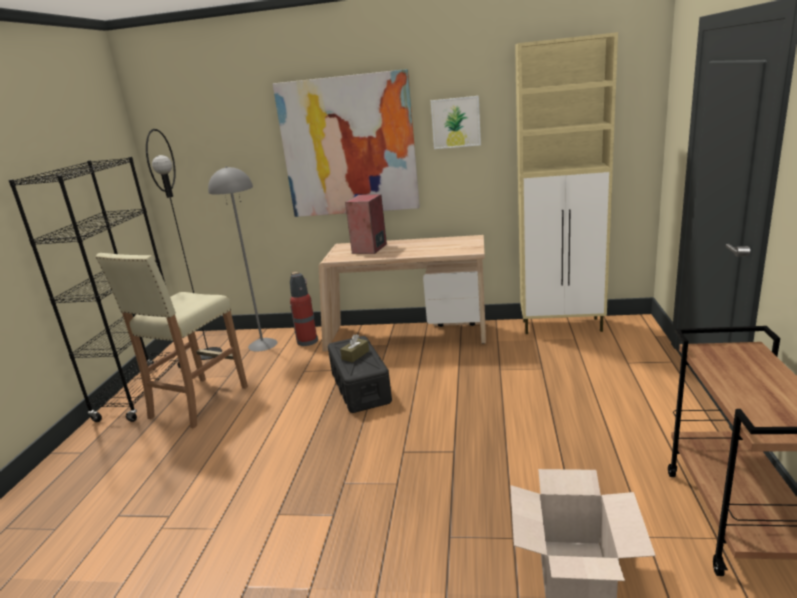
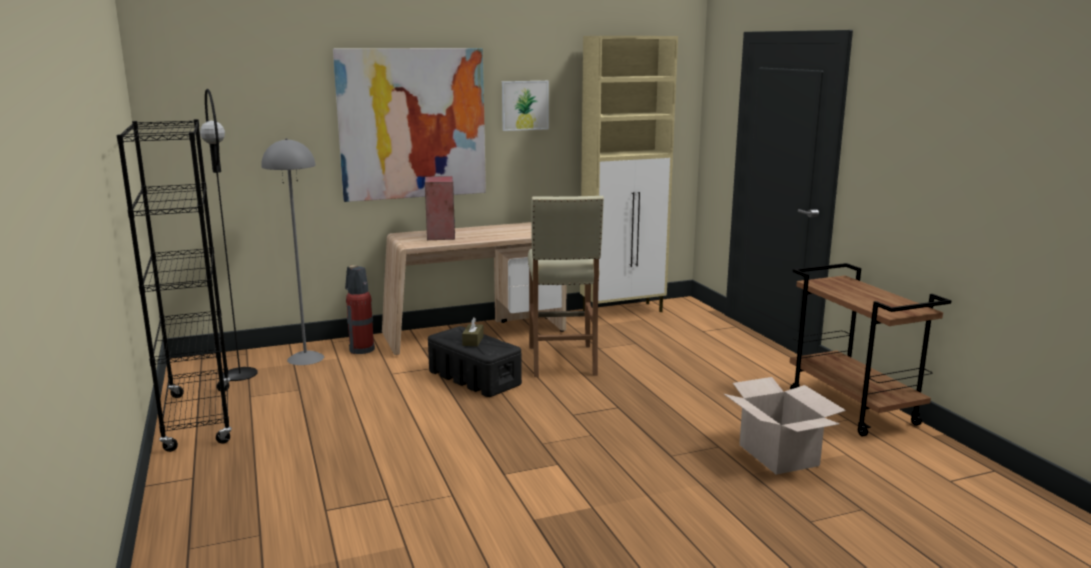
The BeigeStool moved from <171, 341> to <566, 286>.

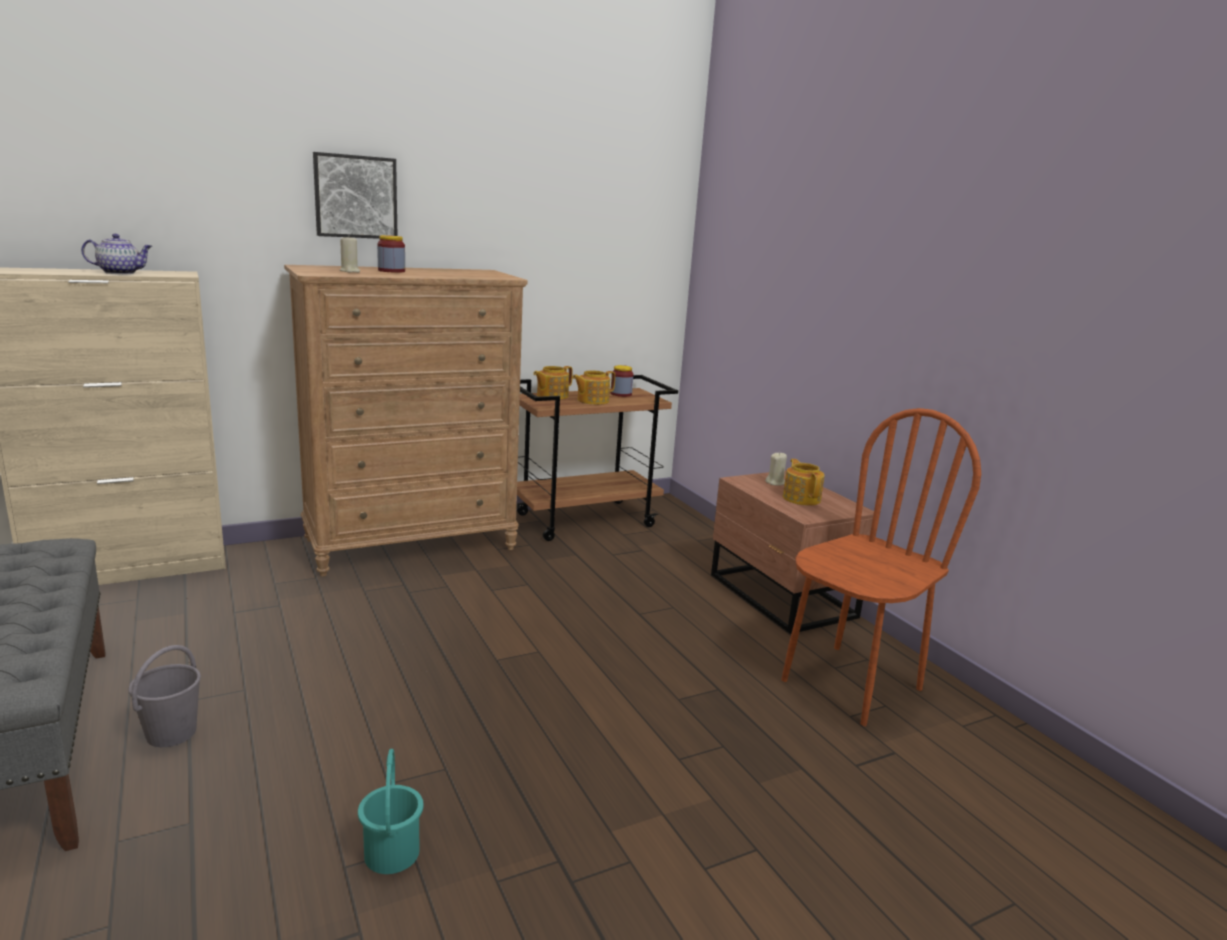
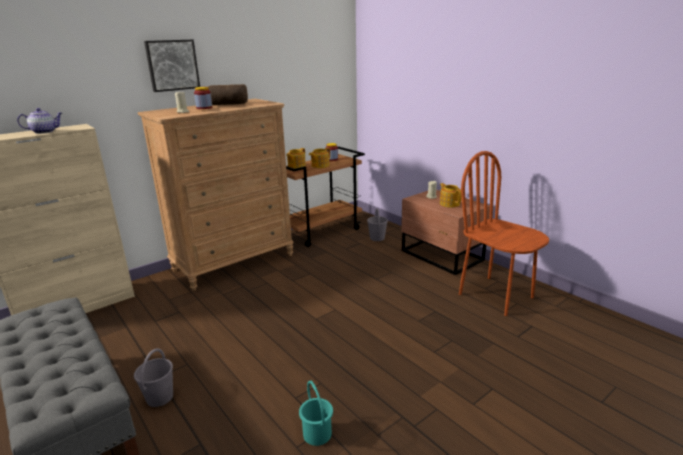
The BrownChair at <881, 567> turned 75 degrees counterclockwise. The Bread at <228, 94> appeared. The GreyBucket at <377, 224> appeared.

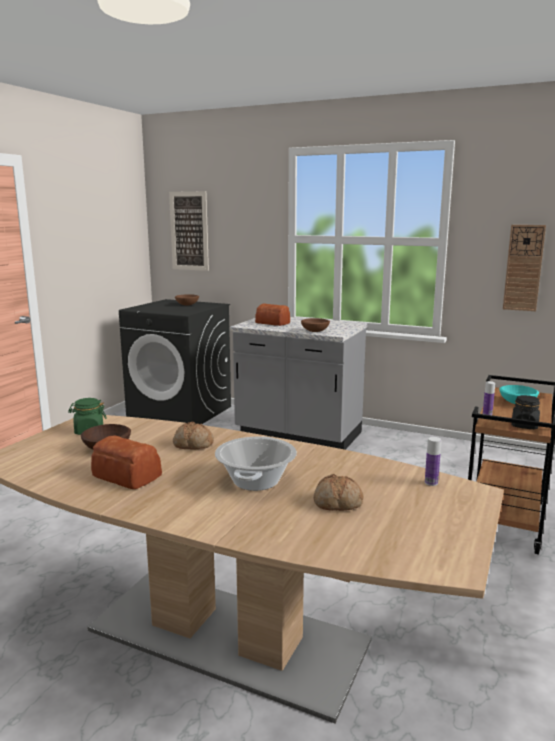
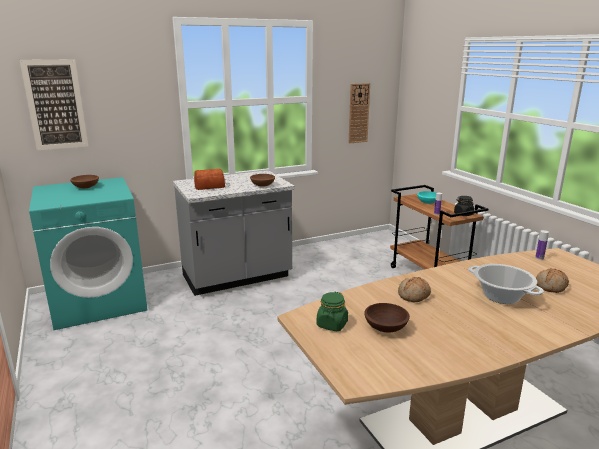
The BlackWashingMachine at <175, 361> became the TurquoiseWashingMachine at <88, 253>. The Bread at <126, 462> disappeared.

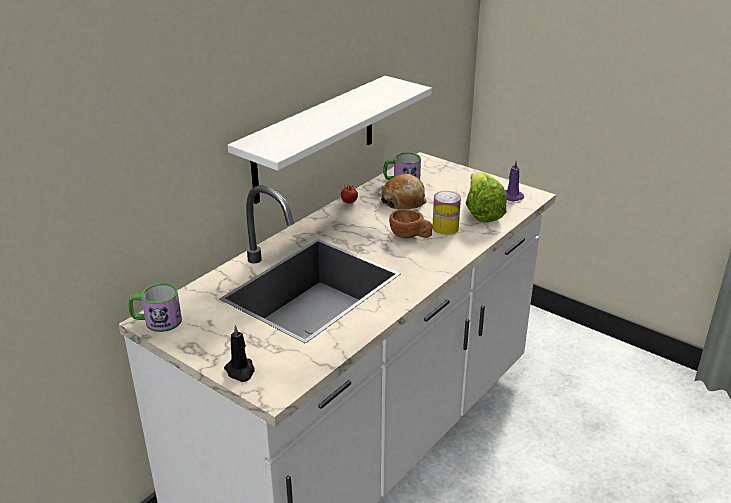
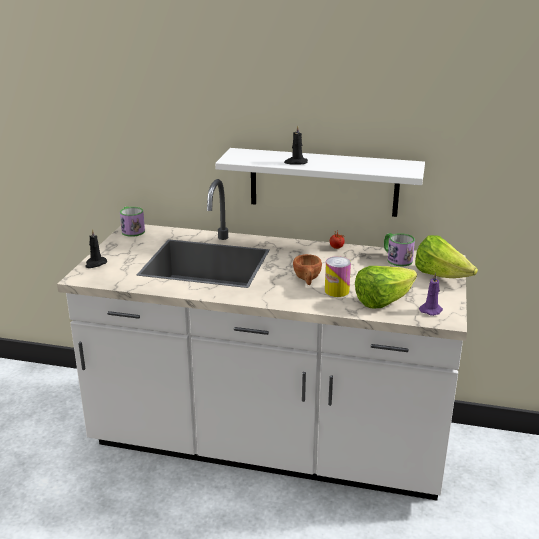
The Bread at <404, 191> disappeared. The BlackCandle at <296, 145> appeared. The Lettuce at <446, 256> appeared.

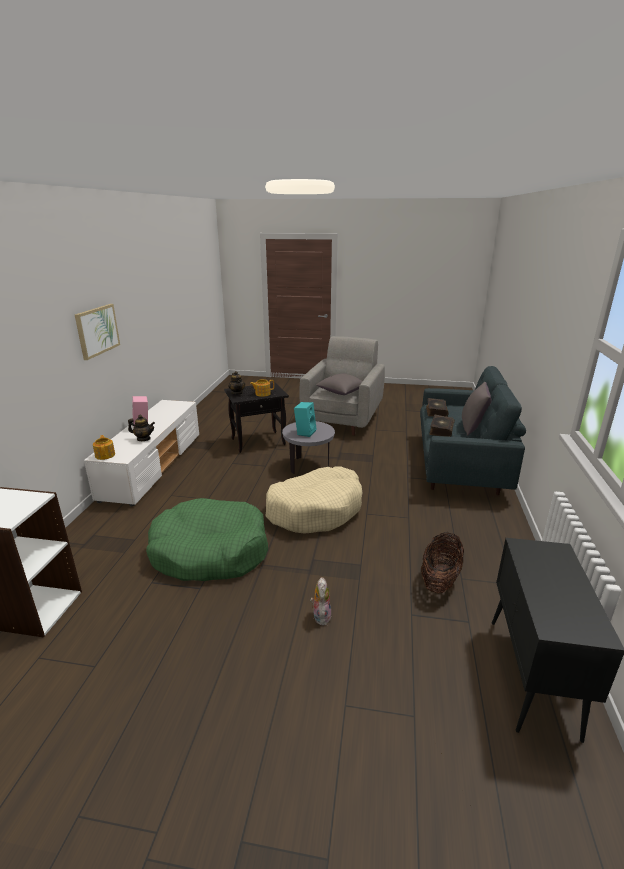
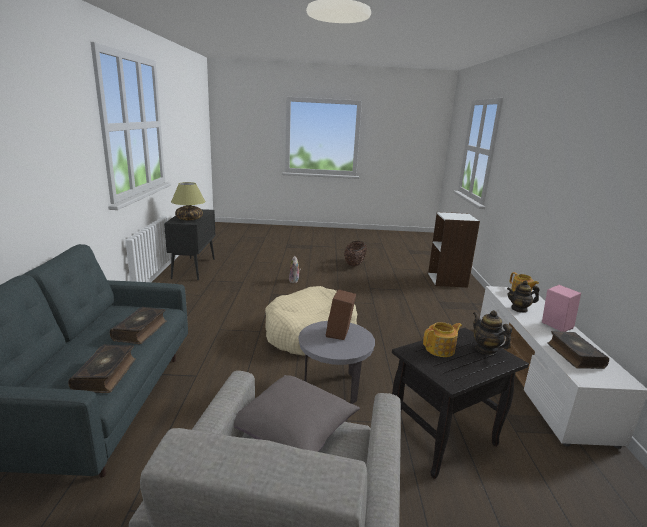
The Picture at <97, 332> disappeared. The GreyPillow at <476, 409> disappeared. The TurquoiseSpeaker at <305, 419> became the BrownSpeaker at <341, 314>. The GreenDogBed at <207, 539> disappeared. The Basket moved from <442, 562> to <355, 254>. The TableLamp at <188, 201> appeared. The Book at <578, 350> appeared.

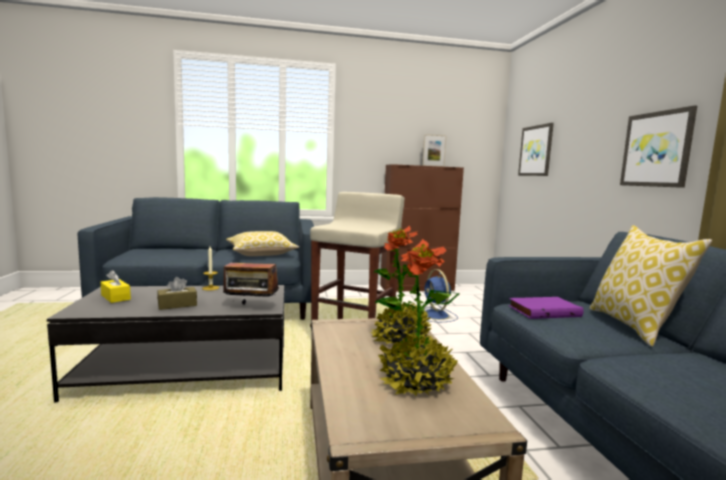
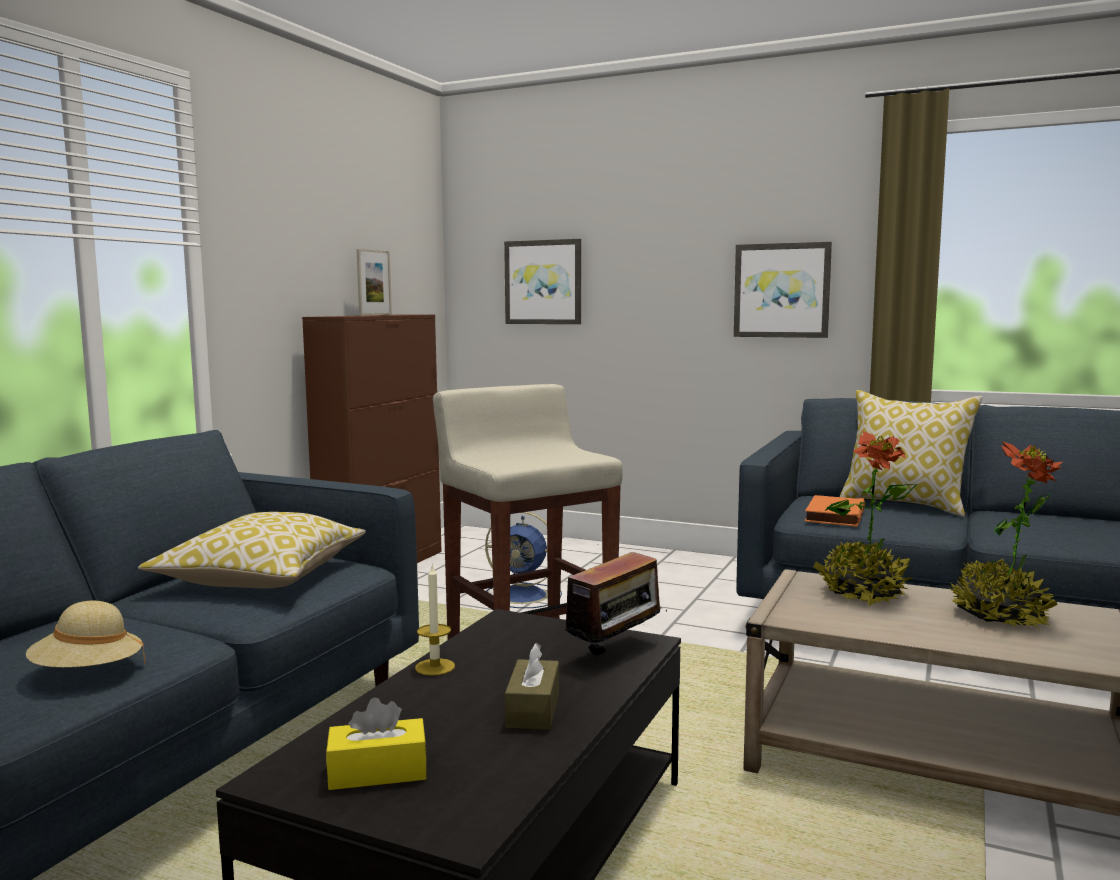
The PurpleBook at <546, 308> became the OrangeBook at <835, 511>. The BeigeHat at <85, 634> appeared.

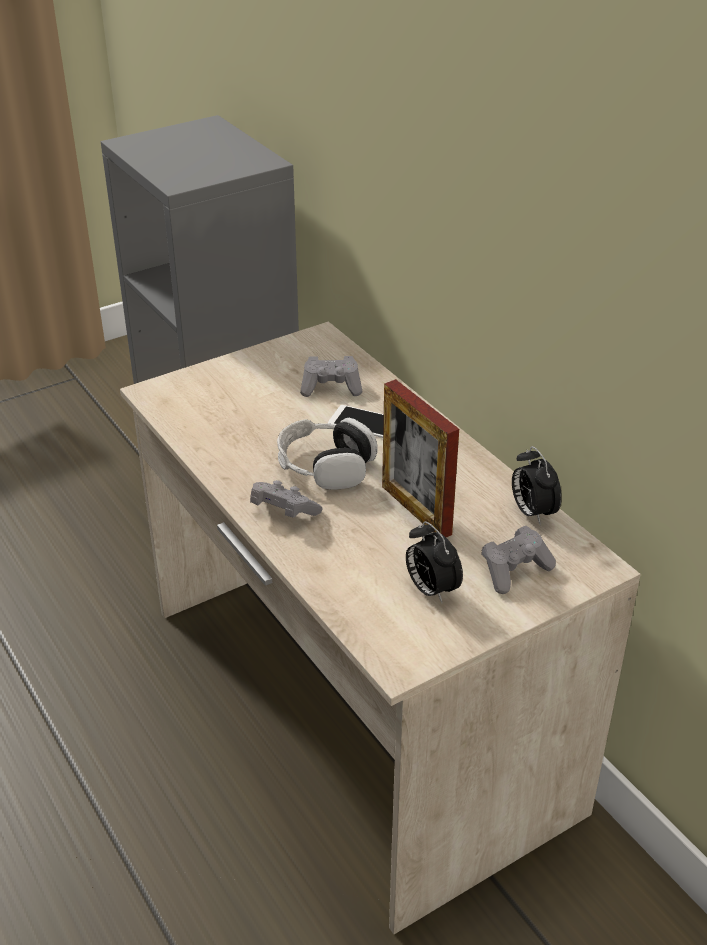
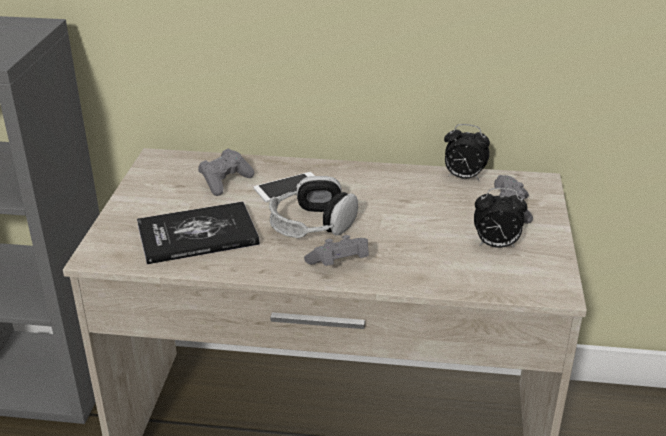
The PictureFrame at <420, 458> disappeared. The Book at <198, 233> appeared.

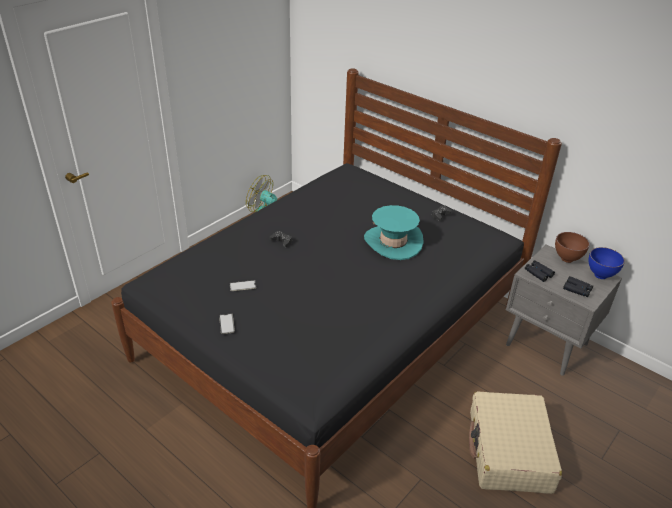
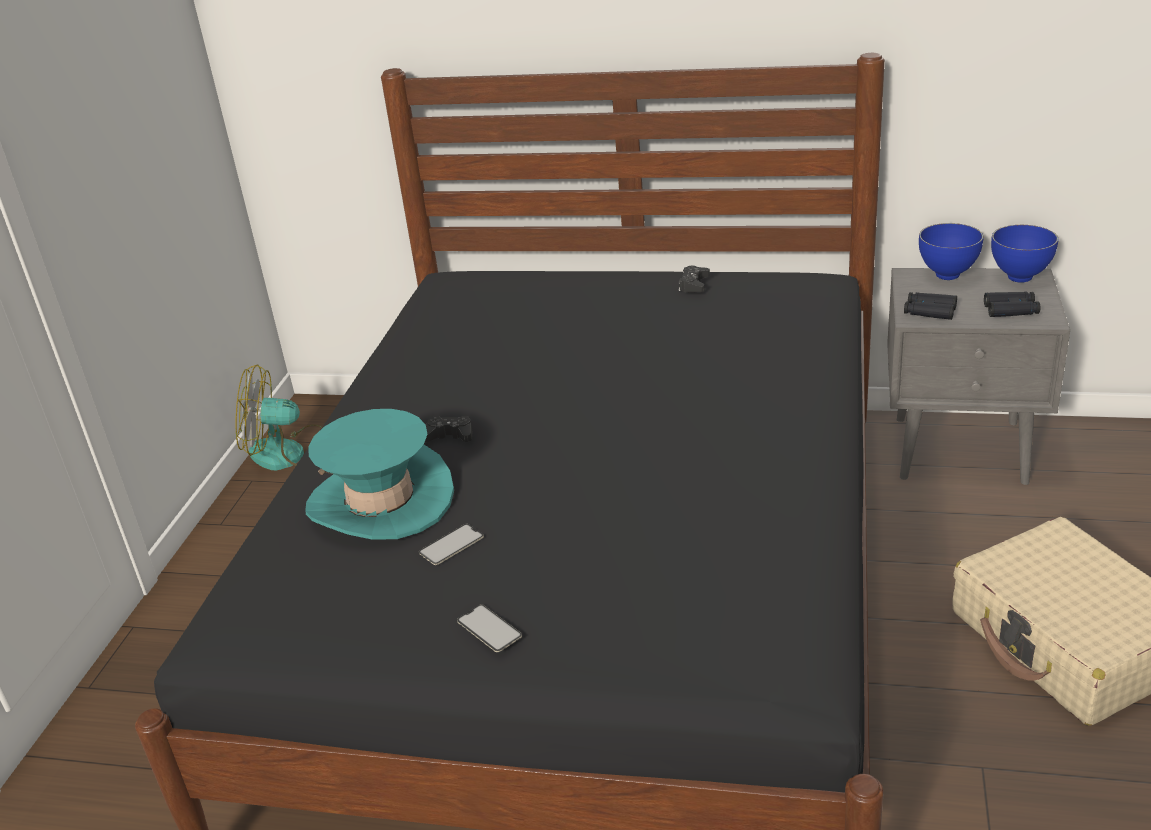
The TurquoiseHat moved from <394, 232> to <379, 474>. The BrownBowl at <572, 247> became the BlueBowl at <951, 251>.

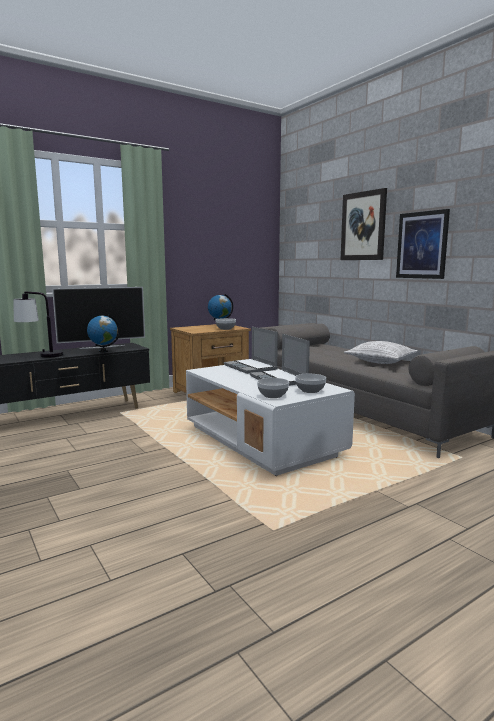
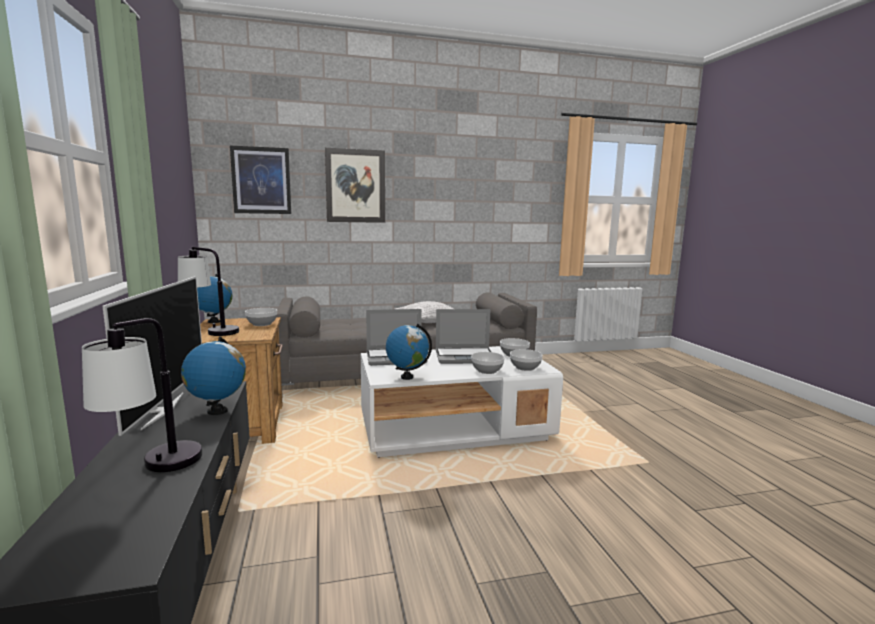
The Picture moved from <423, 244> to <260, 180>. The TableLamp at <208, 291> appeared. The Globe at <409, 352> appeared. The Bowl at <487, 363> appeared.

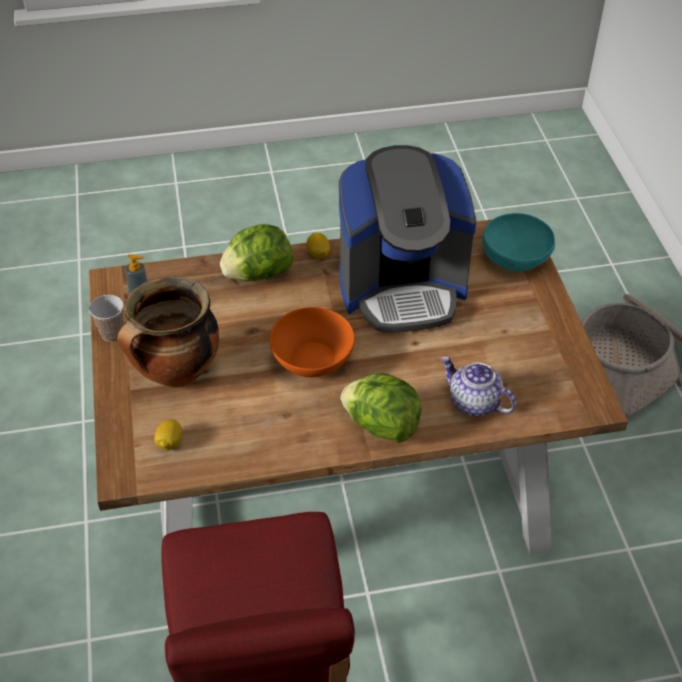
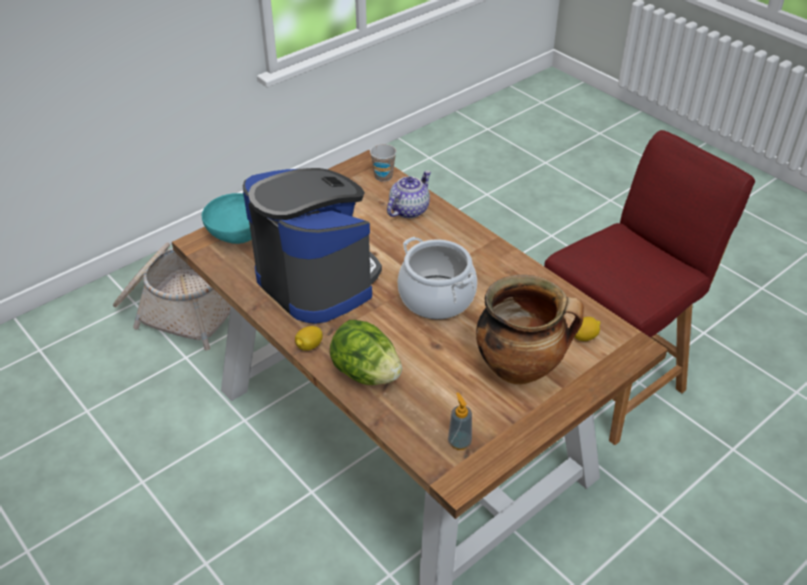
The Cup moved from <106, 318> to <383, 163>. The OrangeBowl at <312, 342> was replaced by the CookingPot at <437, 278>. The Teapot at <478, 386> turned 150 degrees counterclockwise. The Lettuce at <381, 408> disappeared.

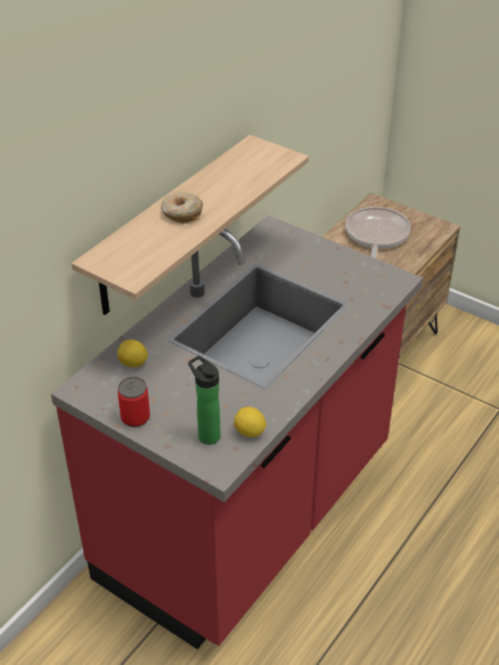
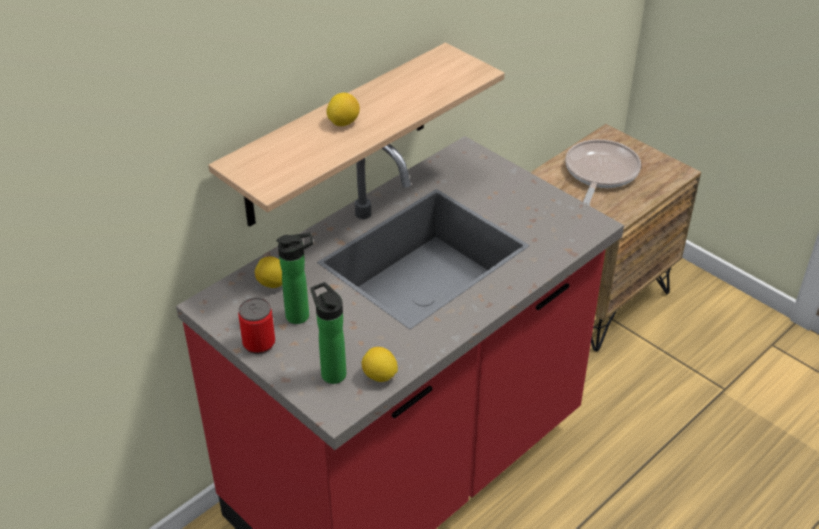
The Donut at <182, 208> was replaced by the Lemon at <343, 109>. The Bottle at <295, 278> appeared.

